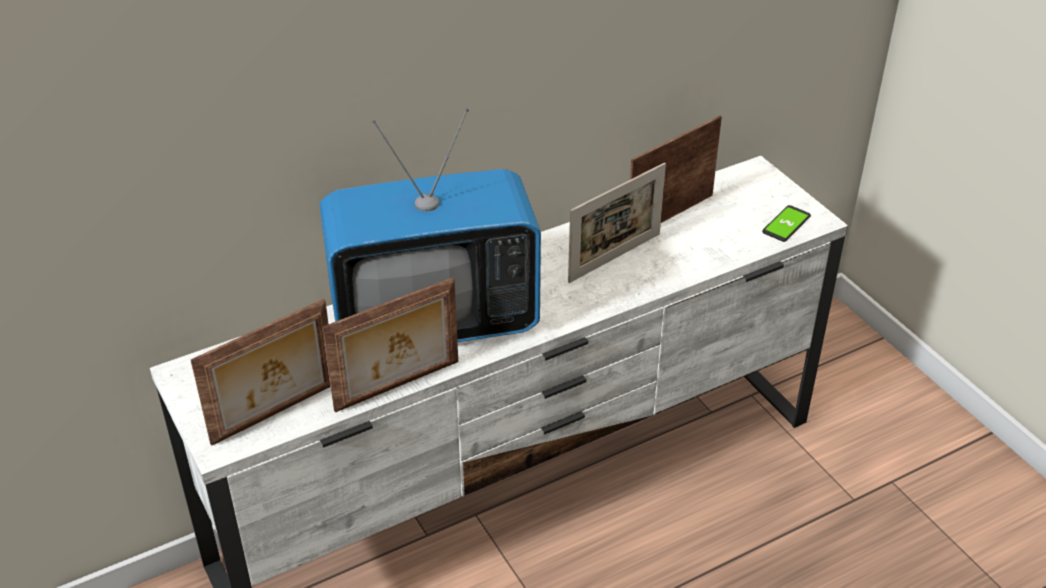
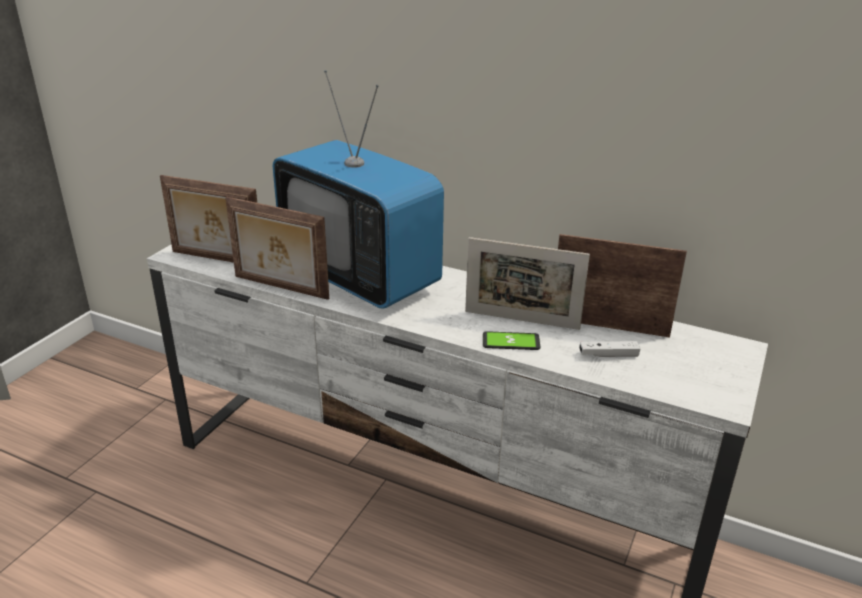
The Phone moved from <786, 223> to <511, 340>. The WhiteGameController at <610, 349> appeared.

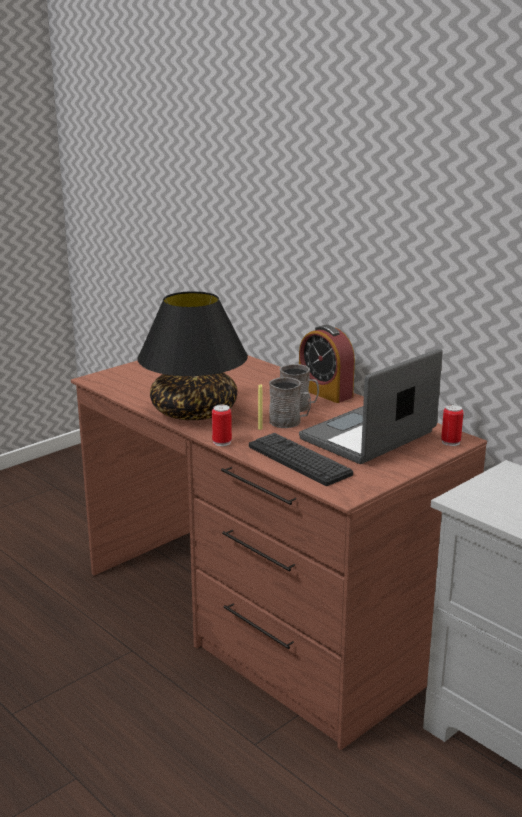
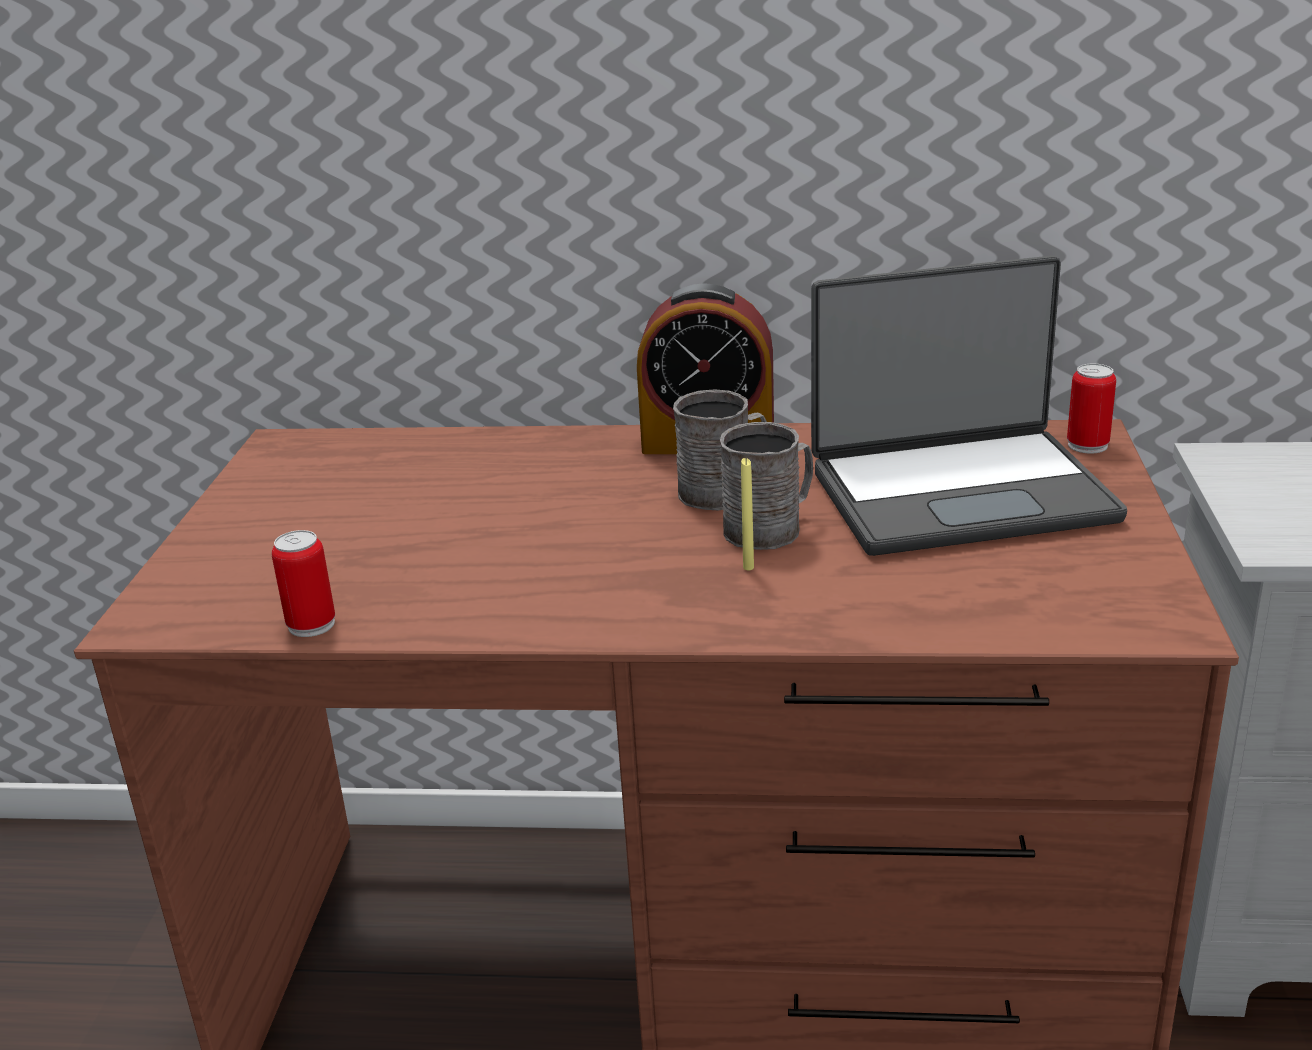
The BlackTableLamp at <192, 355> disappeared. The Laptop at <371, 406> turned 105 degrees counterclockwise. The Can moved from <222, 425> to <303, 583>. The Keyboard at <301, 459> disappeared.

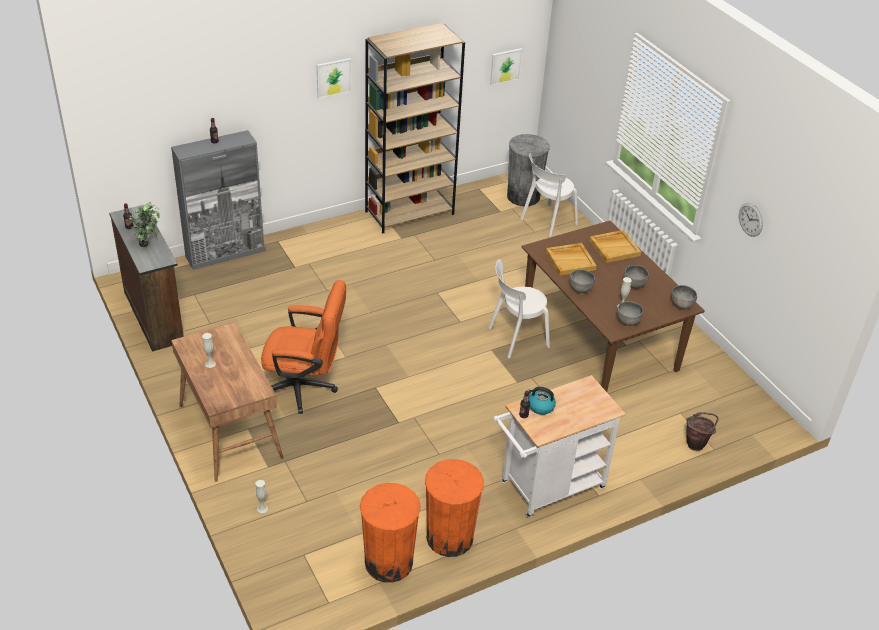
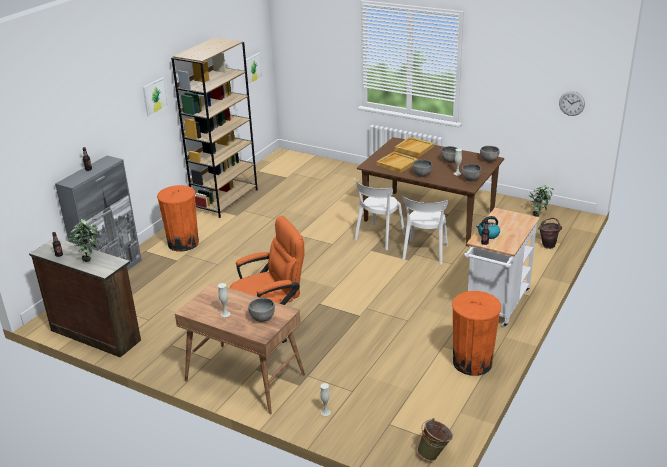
The GreyTrashCan at <528, 170> disappeared. The WhiteChair moved from <549, 195> to <425, 230>. The WallClock moved from <751, 220> to <572, 103>. The OrangeTrashCan moved from <390, 533> to <178, 218>. The PottedPlant at <541, 201> appeared. The GreyBowl at <262, 310> appeared. The GreenBucket at <435, 439> appeared.

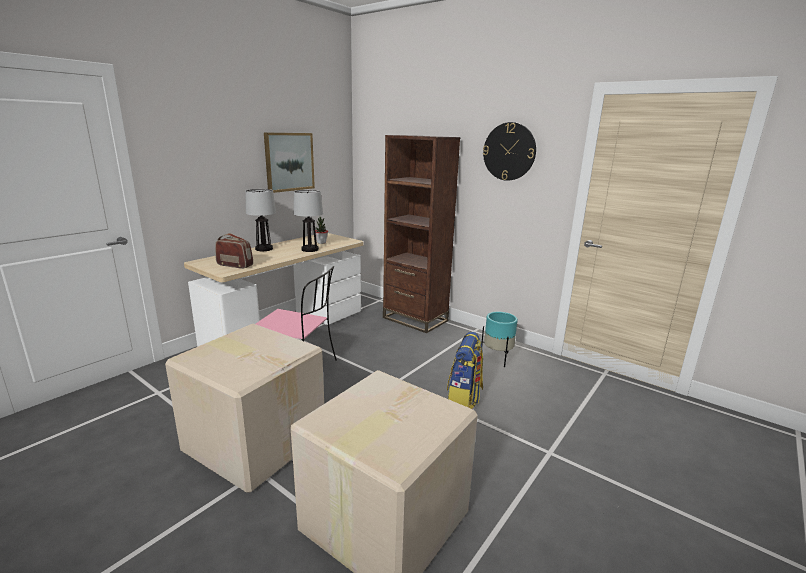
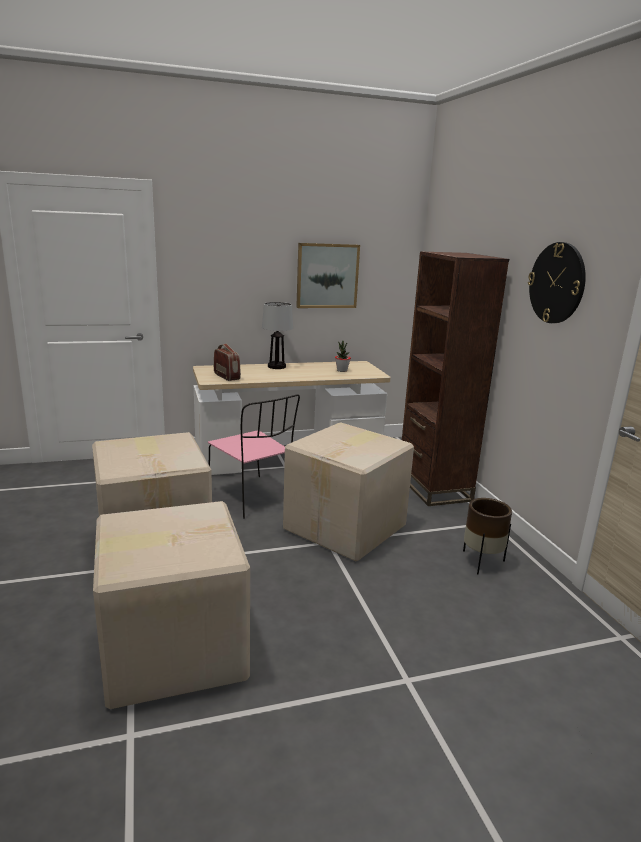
The TableLamp at <308, 221> disappeared. The TurquoisePlanter at <500, 339> became the BrownPlanter at <487, 536>. The Backpack at <465, 370> disappeared. The CardboardBox at <348, 492> appeared.

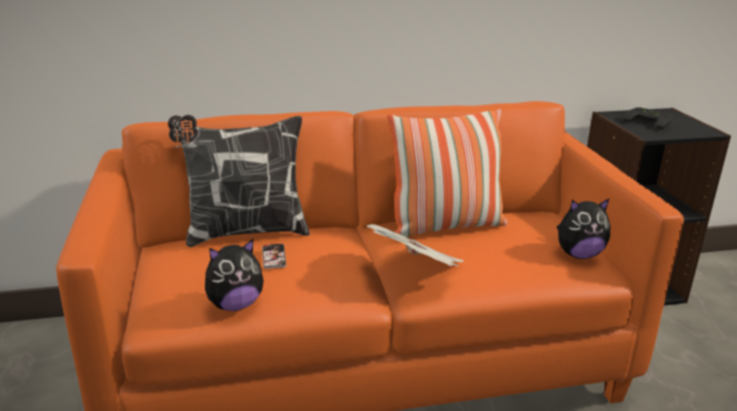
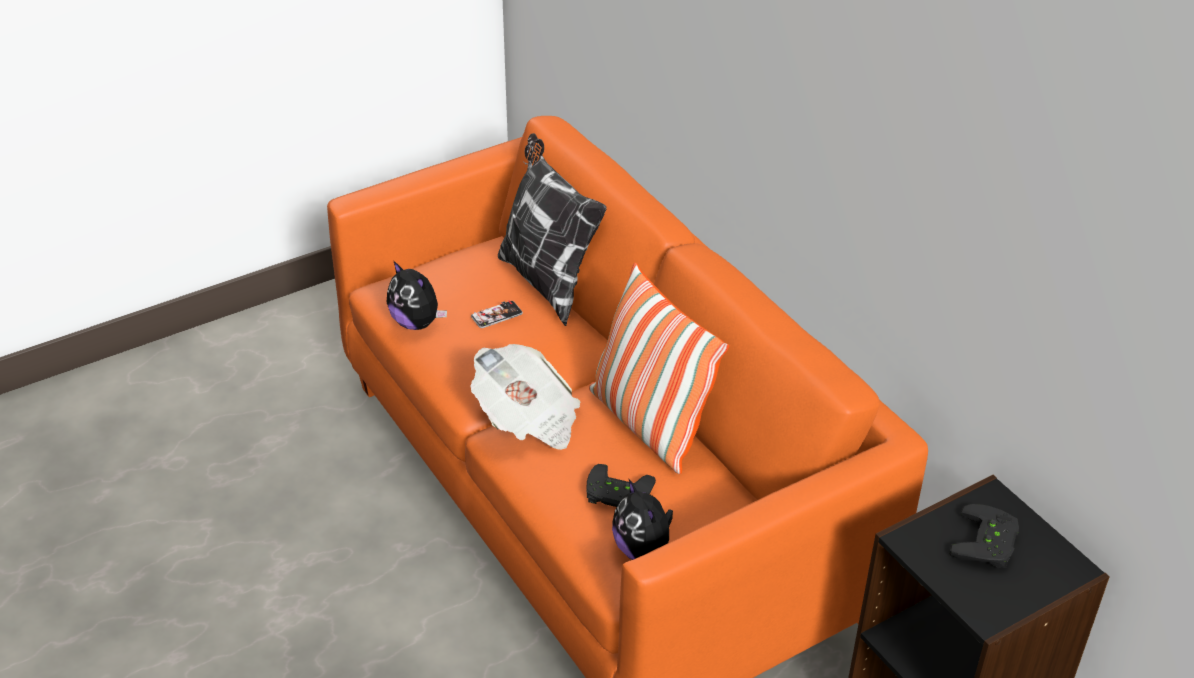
The BlackGameController at <621, 485> appeared.

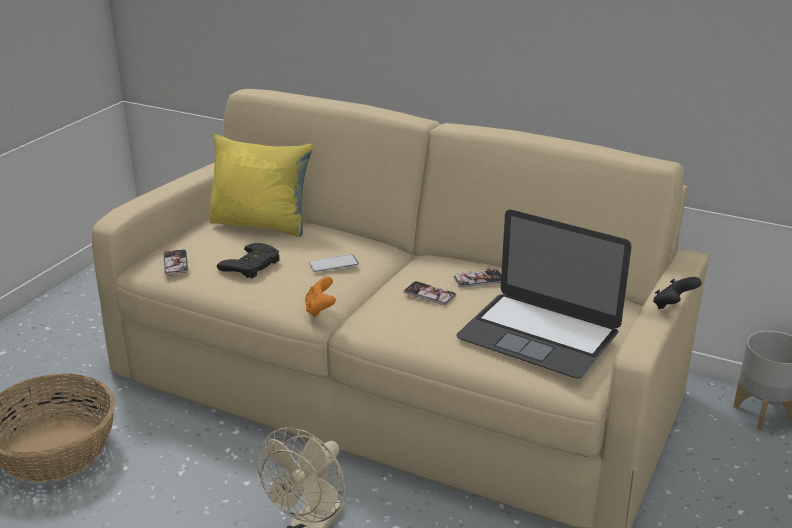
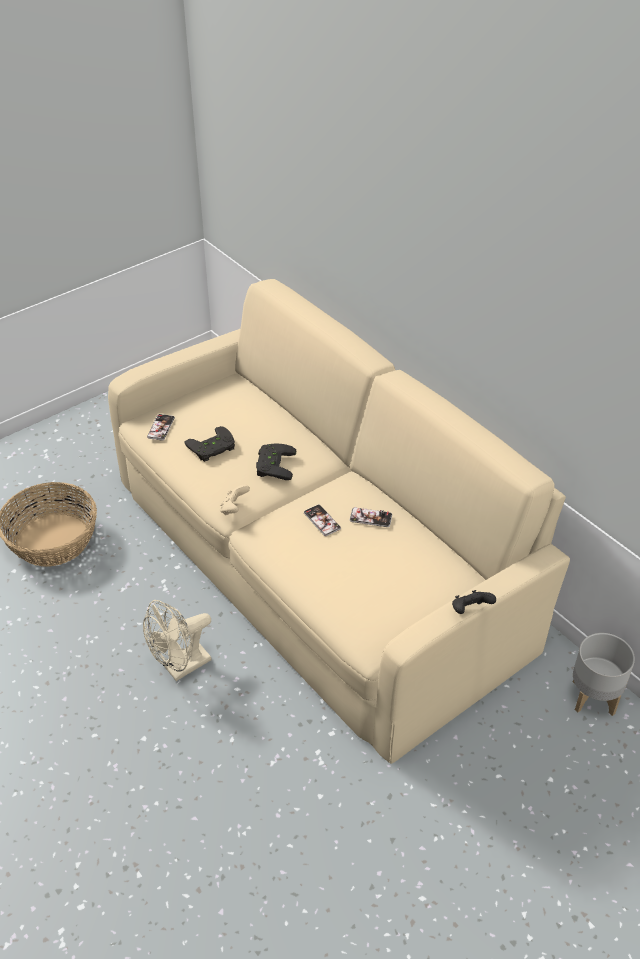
The YellowPillow at <261, 185> disappeared. The Laptop at <544, 294> disappeared. The Phone at <334, 263> was replaced by the BlackGameController at <276, 462>. The OrangeGameController at <320, 297> became the BeigeGameController at <235, 499>.

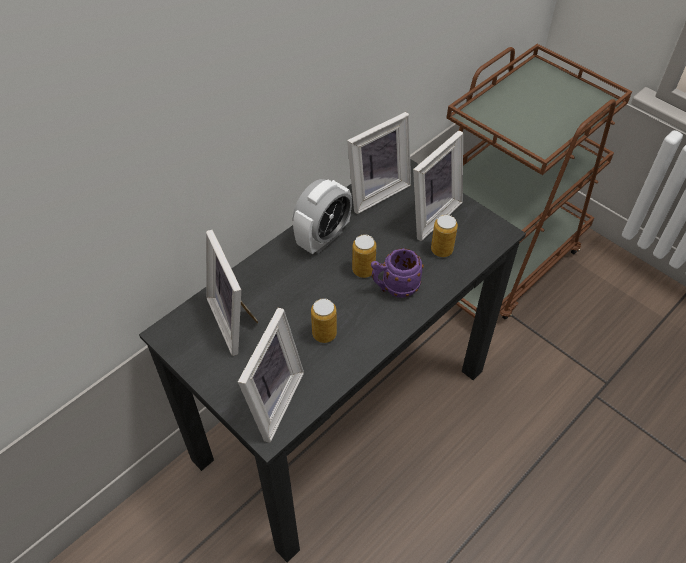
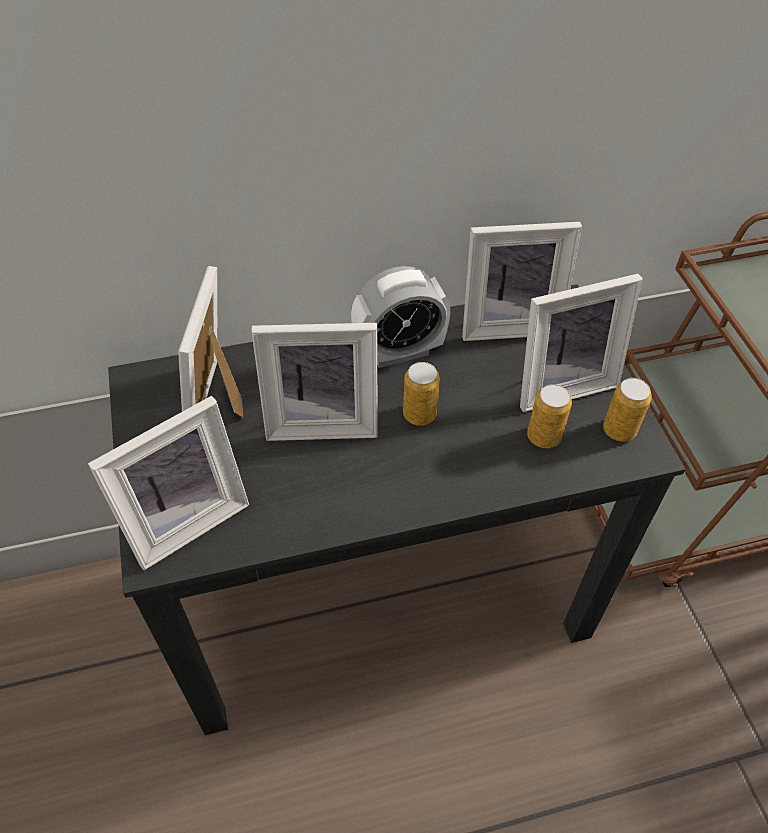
The PurpleMug at <397, 273> disappeared. The Can moved from <324, 320> to <627, 410>. The PictureFrame at <314, 382> appeared.

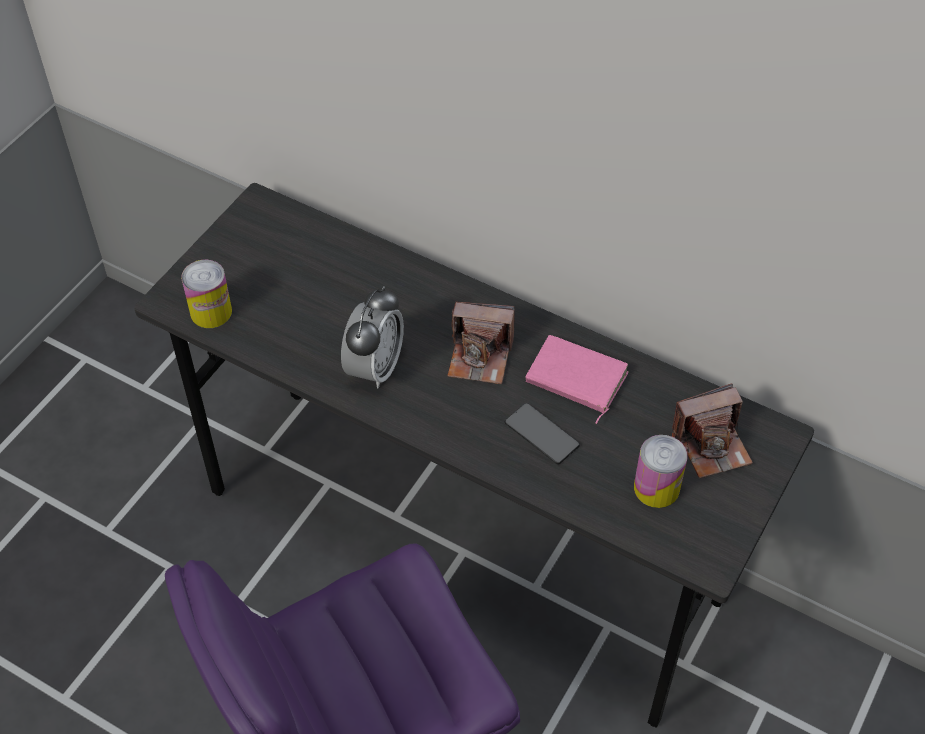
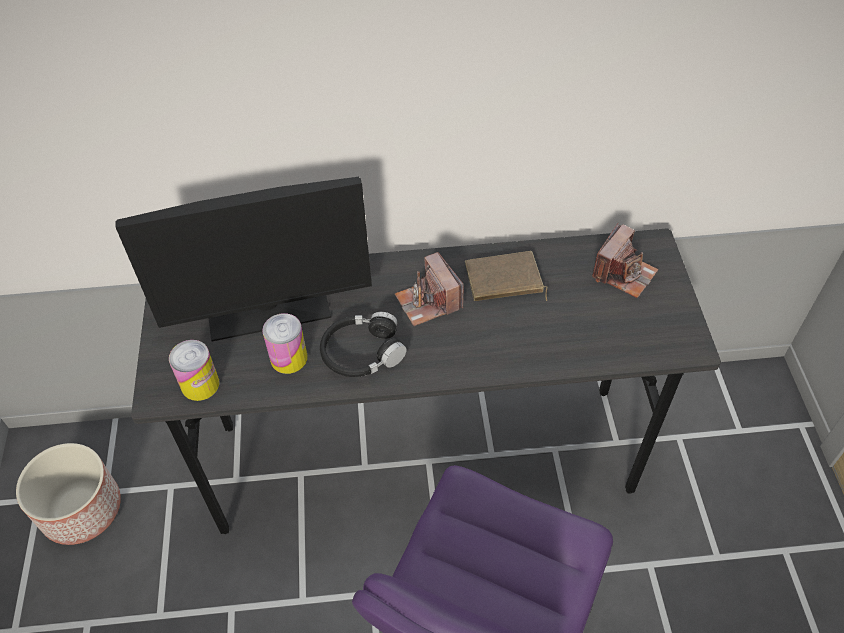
The AlarmClock at <372, 337> was replaced by the BlackHeadphones at <363, 344>. The PhotoCamera at <480, 343> turned 90 degrees clockwise. The PinkBook at <577, 379> became the BrownBook at <506, 276>. The Phone at <542, 433> disappeared. The Can moved from <660, 471> to <285, 343>. The Monitor at <243, 259> appeared. The Planter at <68, 494> appeared.

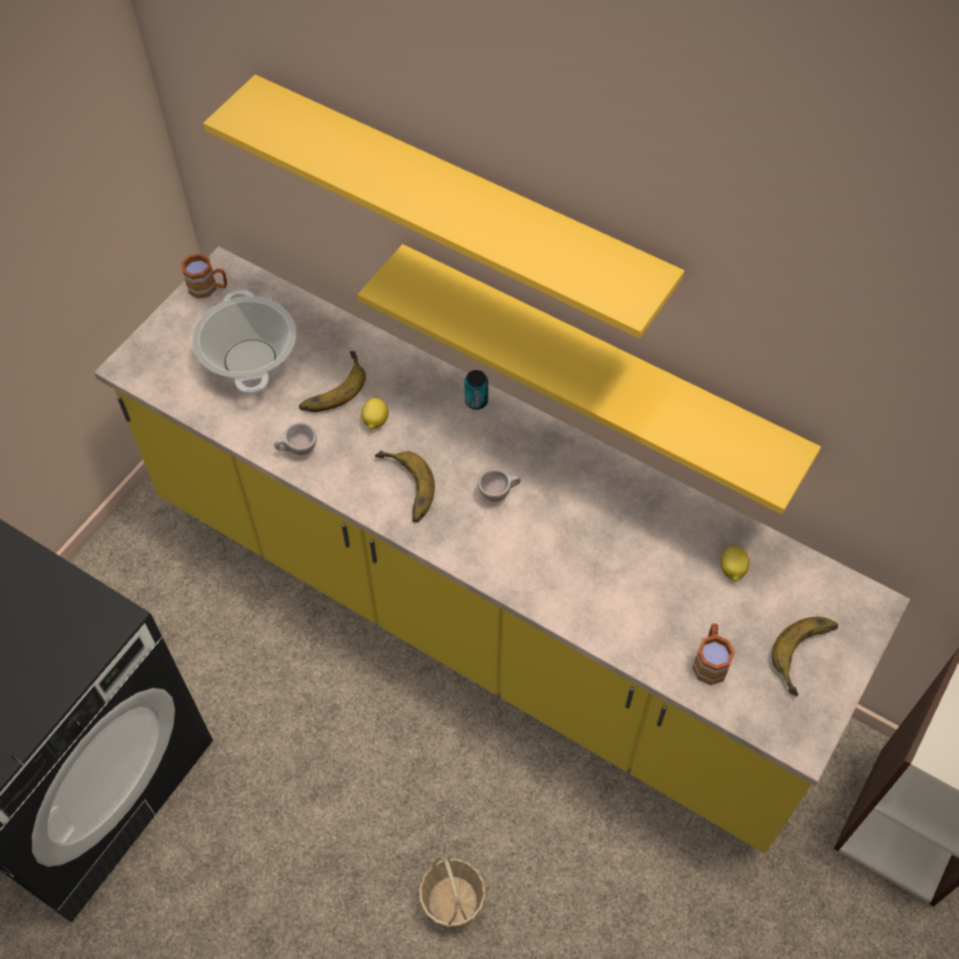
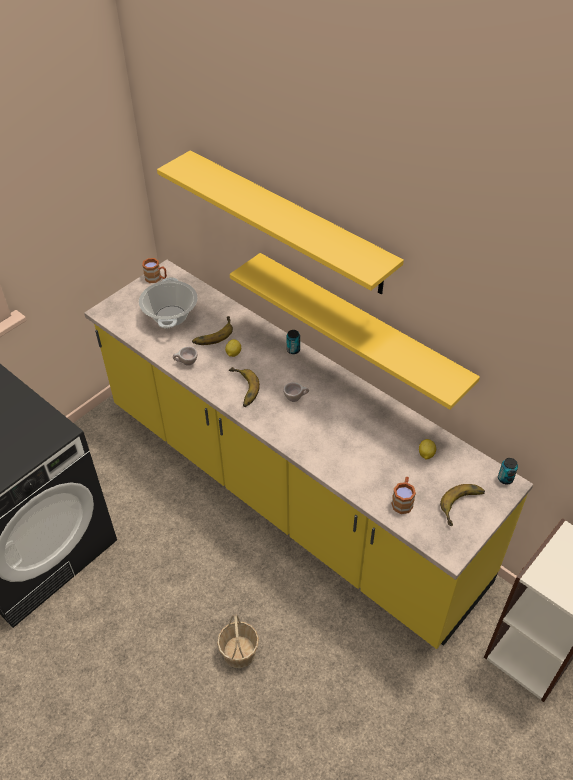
The Can at <508, 471> appeared.

